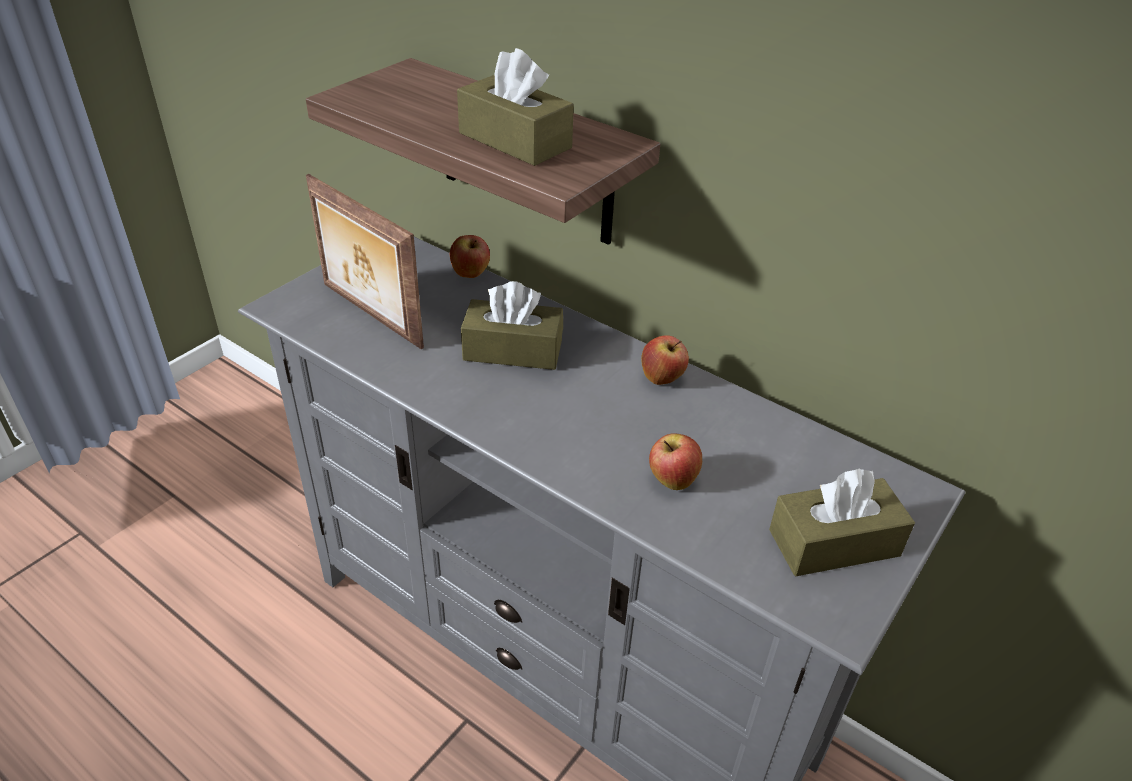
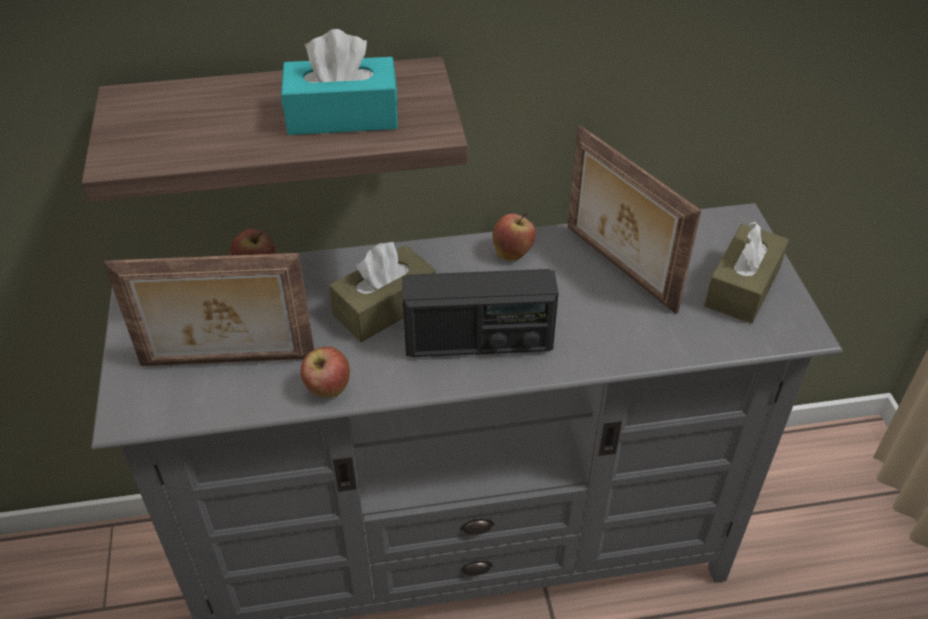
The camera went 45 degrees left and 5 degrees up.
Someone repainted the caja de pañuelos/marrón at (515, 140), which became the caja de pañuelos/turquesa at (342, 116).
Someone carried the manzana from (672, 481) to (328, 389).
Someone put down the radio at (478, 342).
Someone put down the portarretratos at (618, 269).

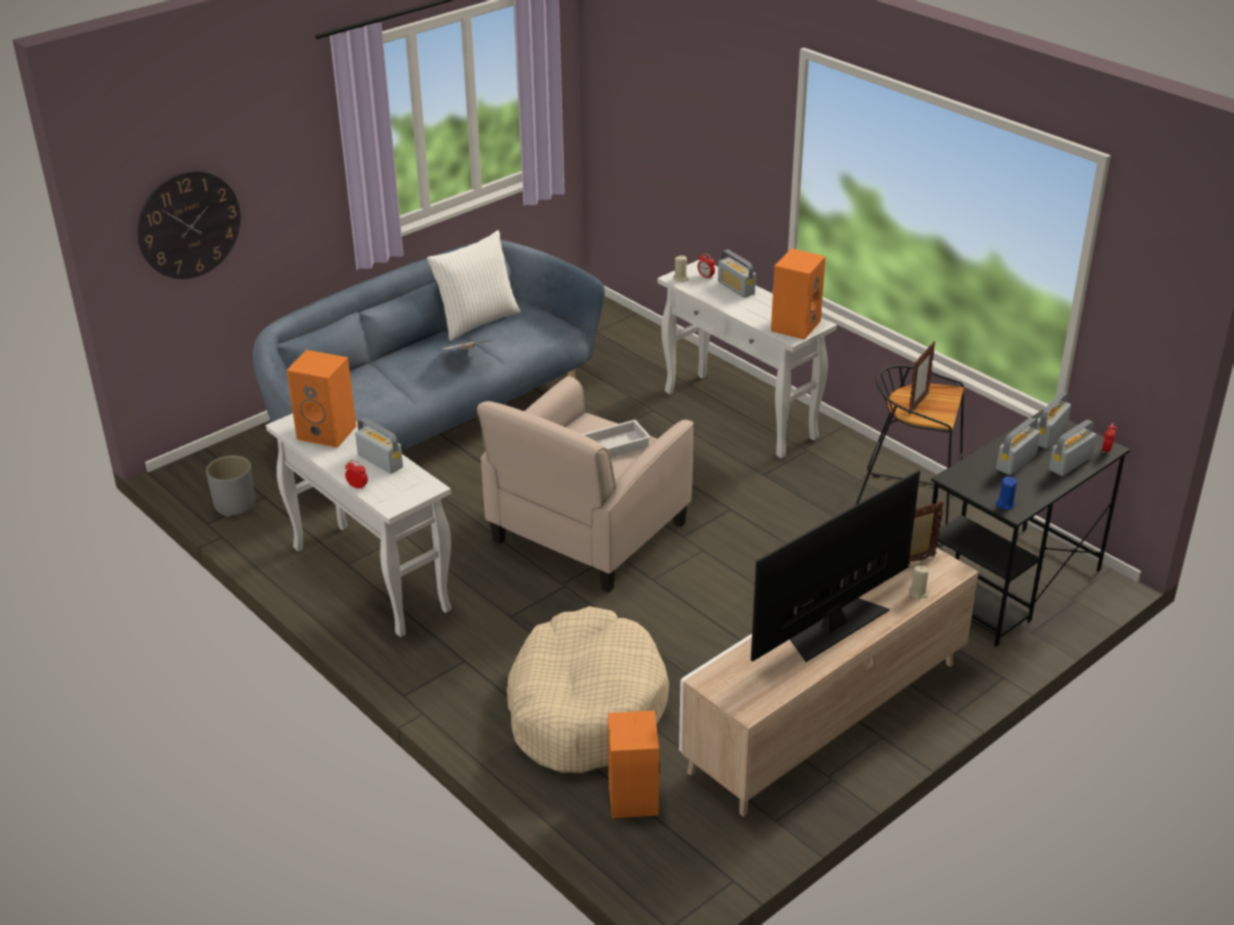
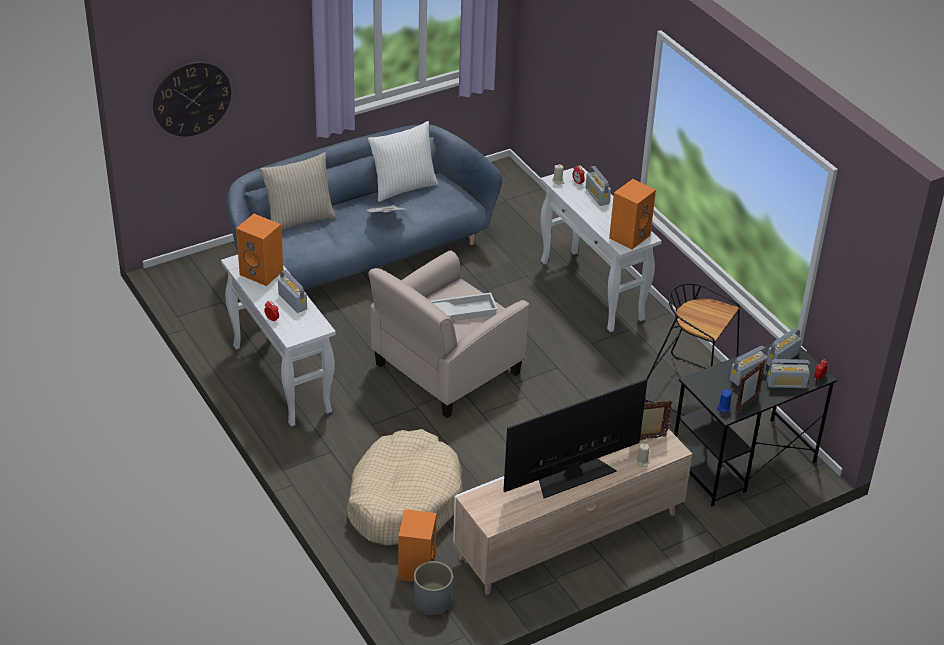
The camera went 10 degrees right and 5 degrees up.
Someone carried the maceta/gris from (235, 505) to (432, 602).
Someone carried the portarretratos from (918, 404) to (746, 405).
Someone rotated the radio at (1070, 463) by 150 degrees counterclockwise.
Someone put down the cojín/beis at (299, 219).

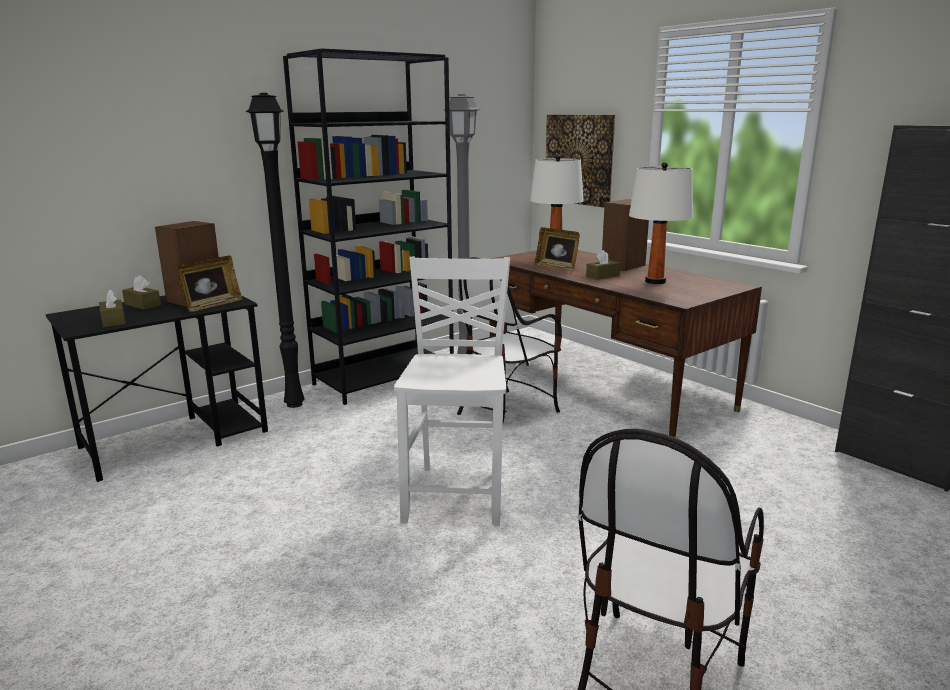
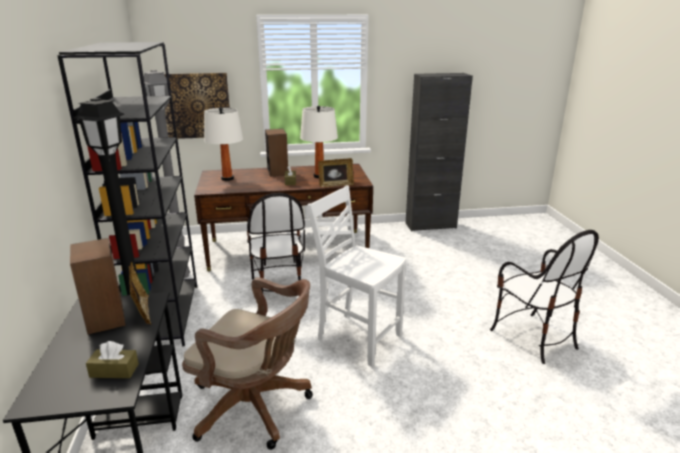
The camera went 60 degrees left and 5 degrees up.
Someone took away the caja de pañuelos/marrón at (142, 305).
Someone carried the portarretratos from (557, 267) to (336, 185).
Someone put down the silla de oficina/marrón at (256, 407).

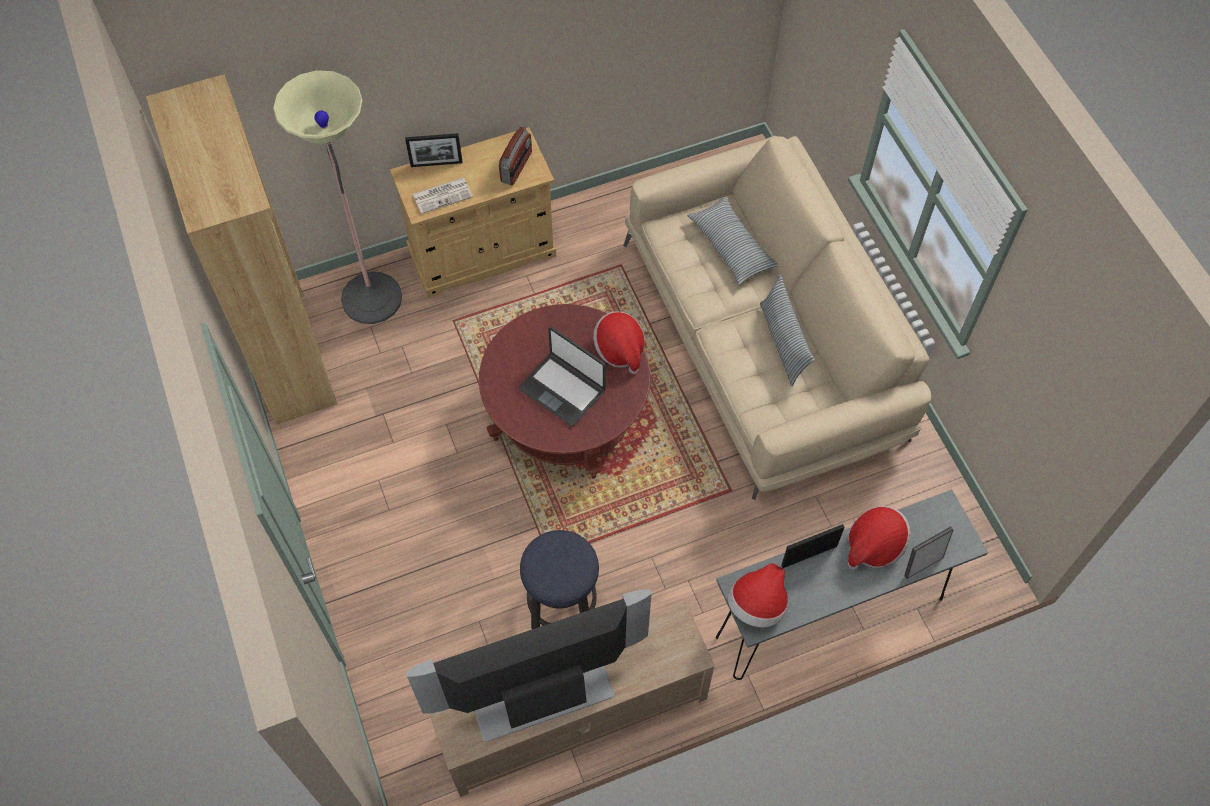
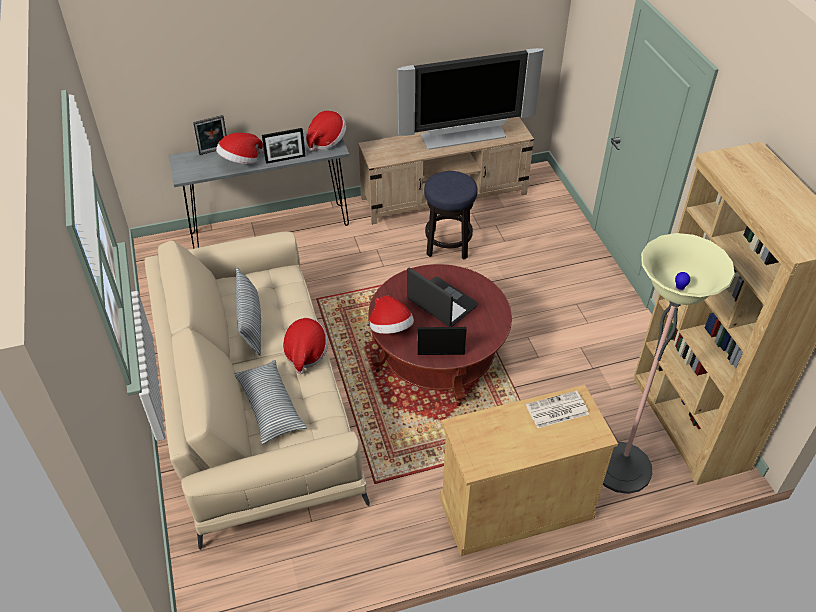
The camera went 175 degrees left and 15 degrees down.
Someone carried the portarretratos from (436, 164) to (441, 353).
Someone took away the radio at (517, 167).
Someone put down the sombrero at (305, 353).

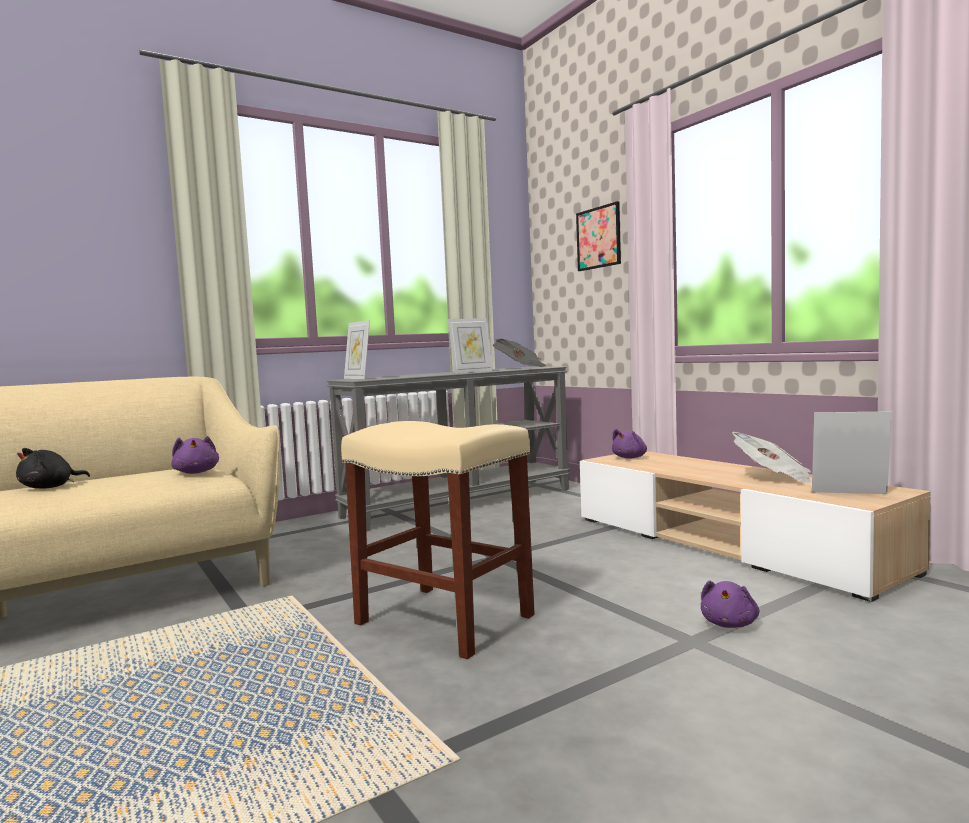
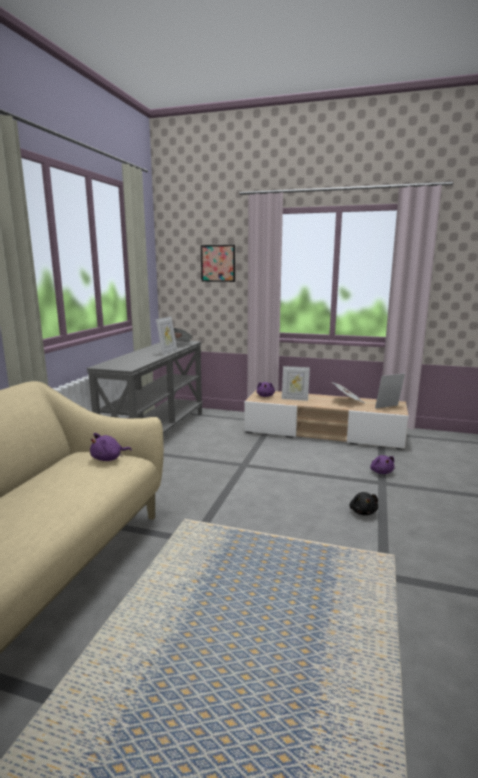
The camera went 40 degrees left and 10 degrees up.
Someone carried the peluche/negro from (50, 487) to (363, 511).
Someone rotated the peluche/morado at (196, 472) by 120 degrees clockwise.
Someone took away the taburete/beis at (447, 619).
Someone carried the portarretratos from (358, 378) to (295, 399).

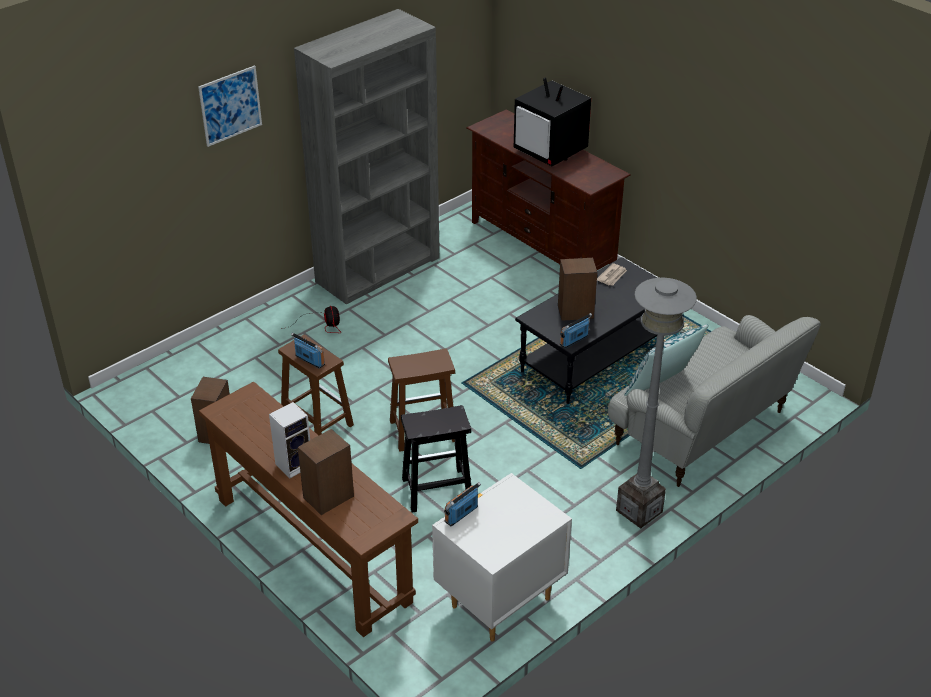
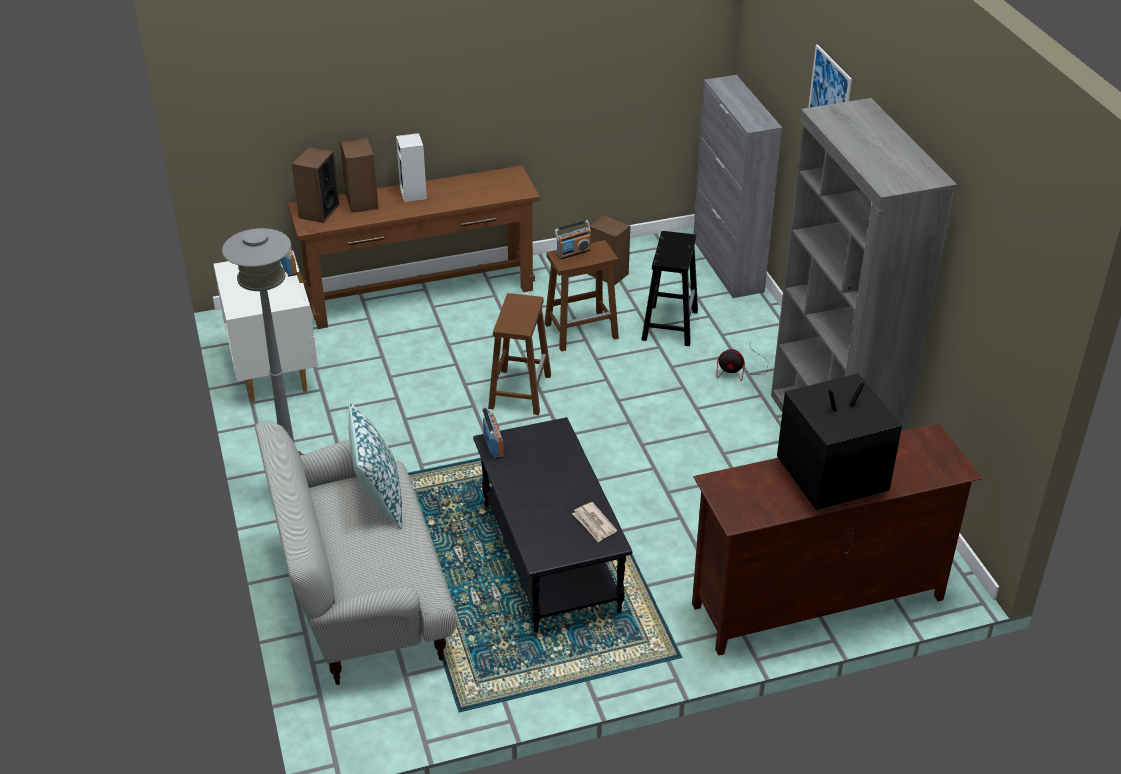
The camera went 115 degrees right and 0 degrees up.
Someone carried the taburete/negro from (435, 490) to (669, 324).
Someone carried the altavoz from (575, 312) to (318, 211).
Someone put down the armario/gris at (727, 266).

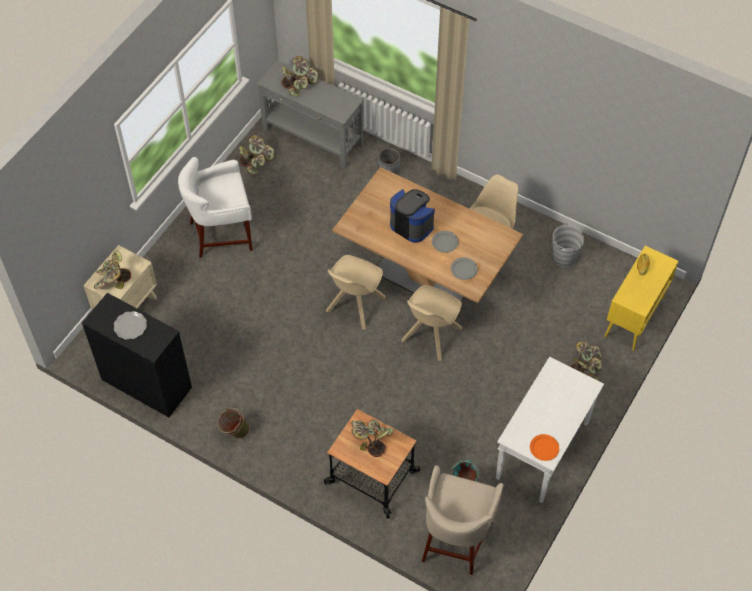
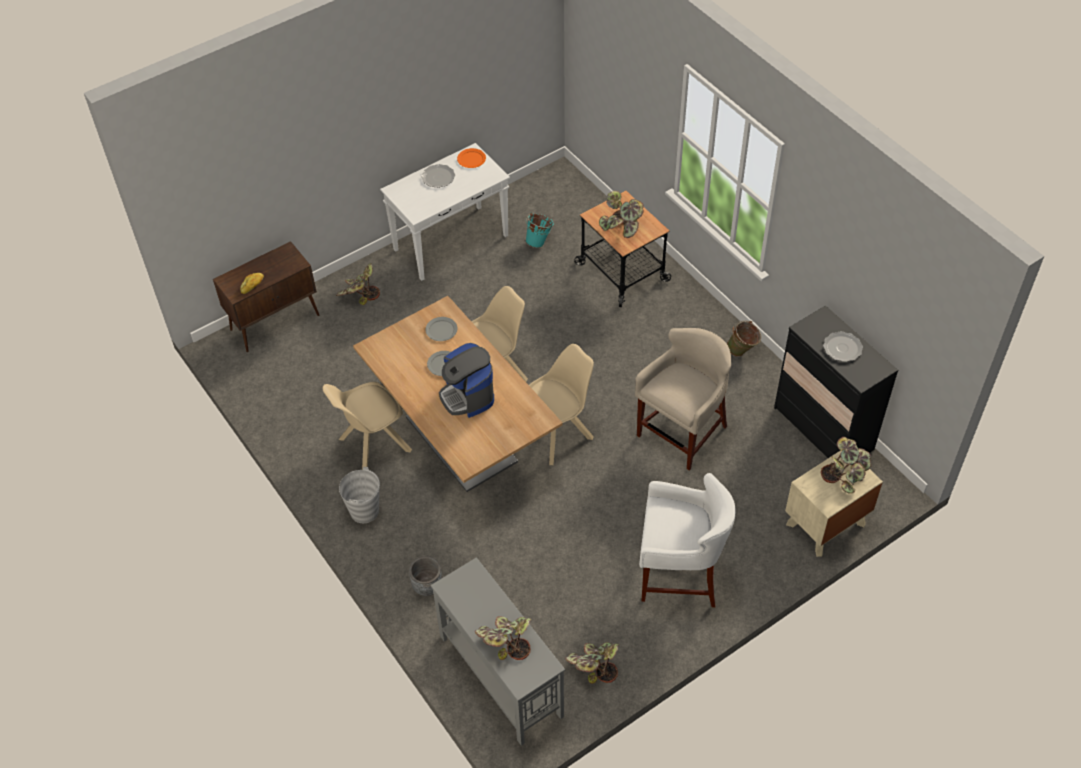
The camera went 155 degrees left and 5 degrees down.
Someone carried the taburete/beis from (456, 539) to (682, 433).
Someone carried the cubo/gris from (563, 258) to (365, 511).
Someone repainted the armario/amarillo at (634, 318), which became the armario/marrón at (275, 322).
Someone put down the plato at (438, 177).

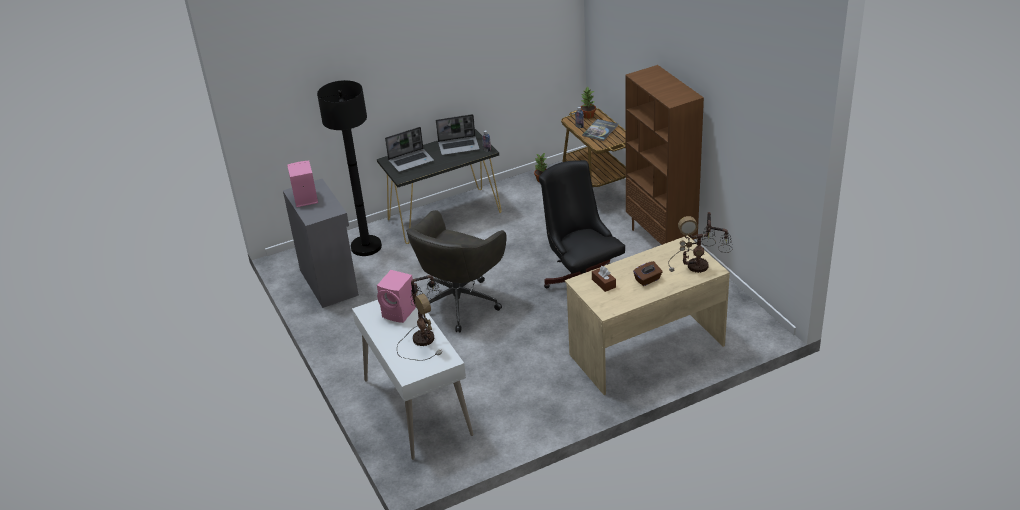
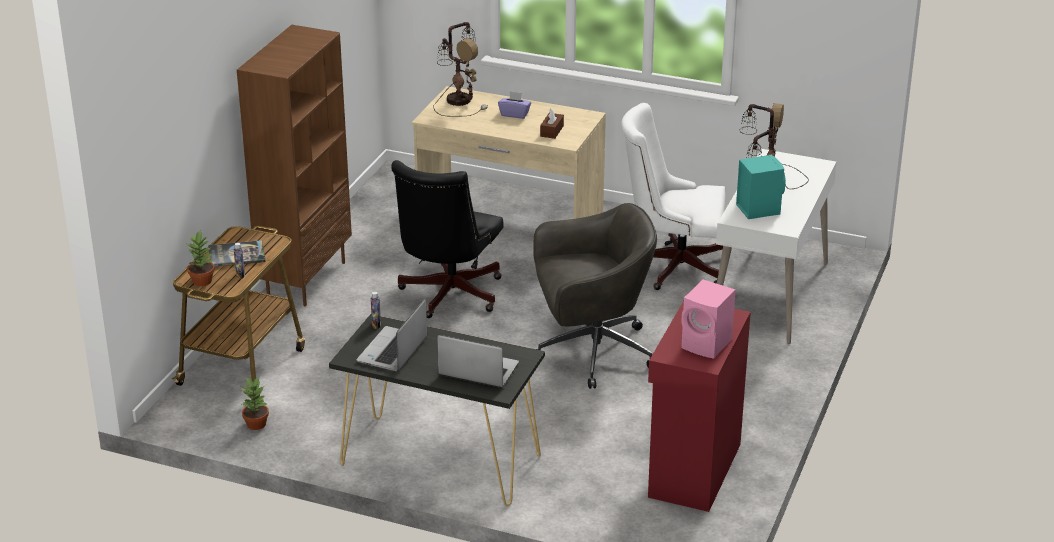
The camera went 135 degrees left and 5 degrees down.
Someone repainted the armario/gris at (330, 282), which became the armario/rojo at (692, 470).
Someone took away the lámpara de pie/negro at (366, 247).
Someone repainted the altavoz/rosa at (400, 312), which became the altavoz/turquesa at (758, 209).
Someone rotated the portátil at (459, 146) by 105 degrees counterclockwise.
Someone repainted the caja de pañuelos/marrón at (647, 280), which became the caja de pañuelos/morado at (514, 114).
Someone put down the silla de oficina/blanco at (673, 265).

